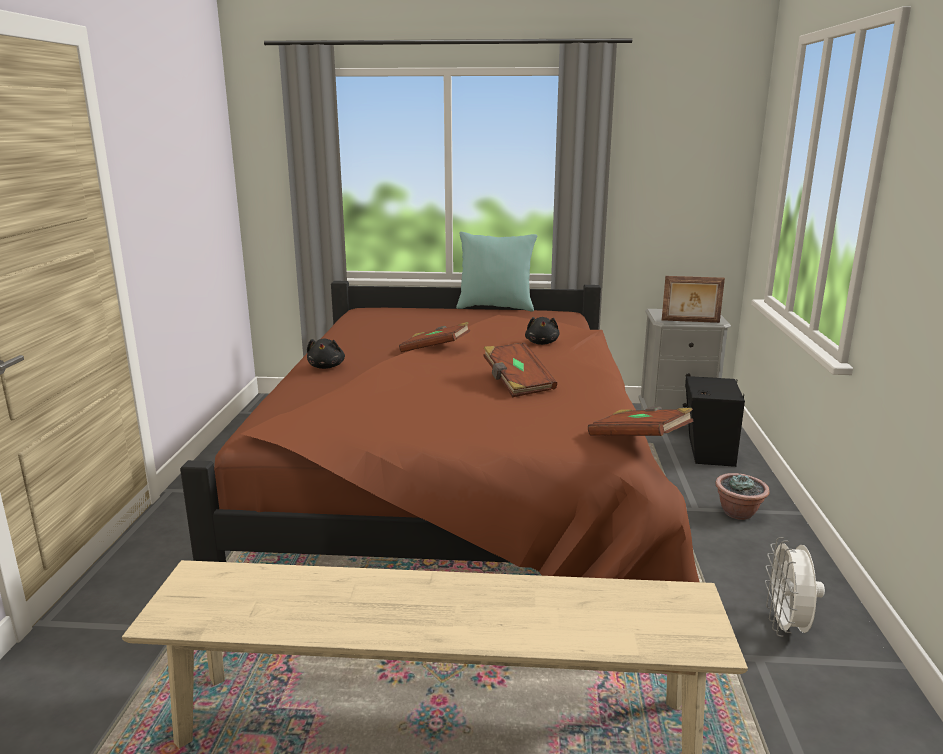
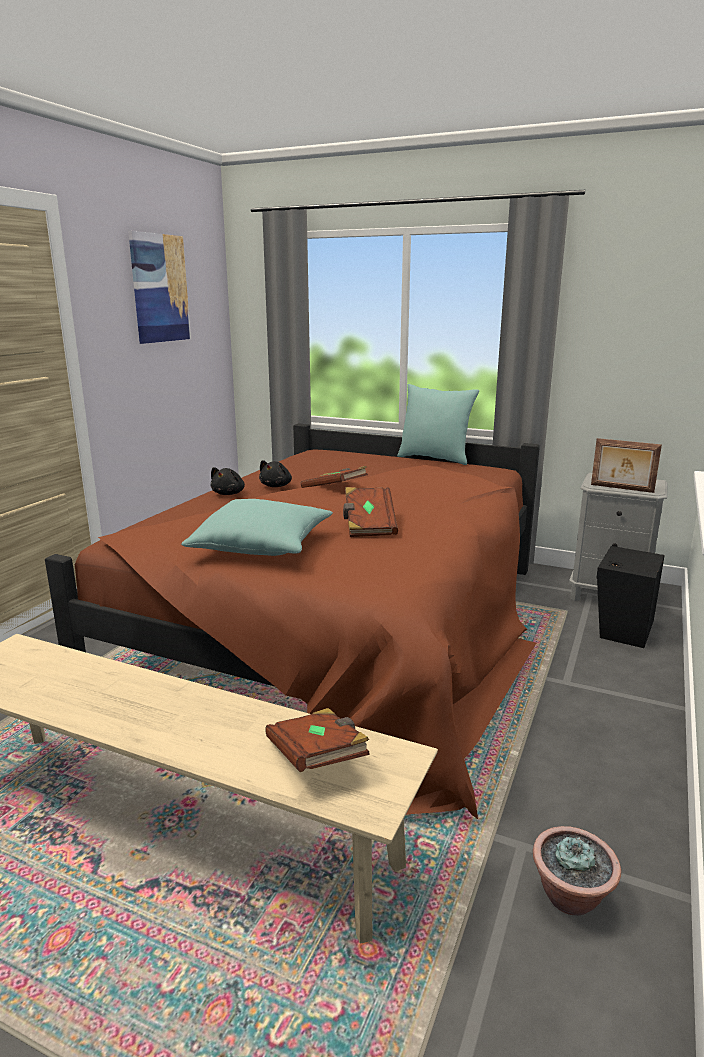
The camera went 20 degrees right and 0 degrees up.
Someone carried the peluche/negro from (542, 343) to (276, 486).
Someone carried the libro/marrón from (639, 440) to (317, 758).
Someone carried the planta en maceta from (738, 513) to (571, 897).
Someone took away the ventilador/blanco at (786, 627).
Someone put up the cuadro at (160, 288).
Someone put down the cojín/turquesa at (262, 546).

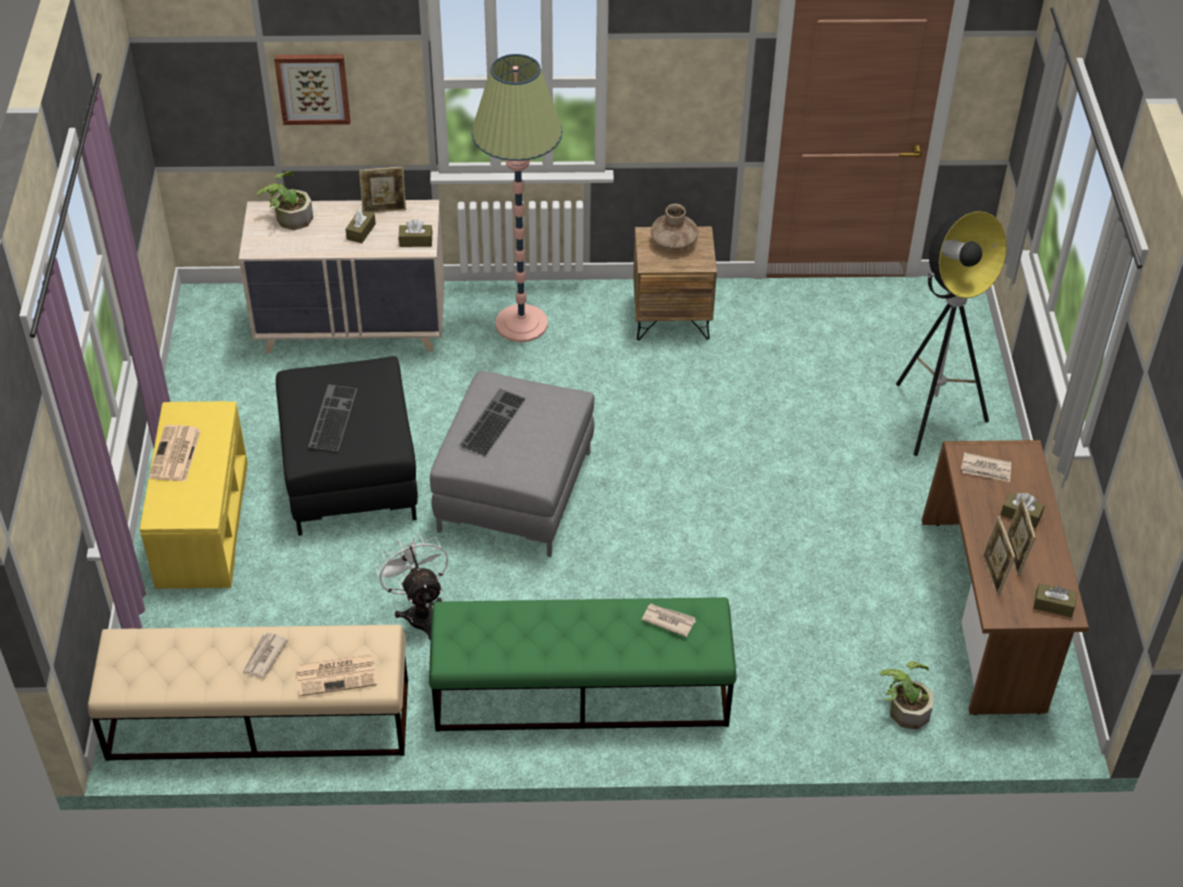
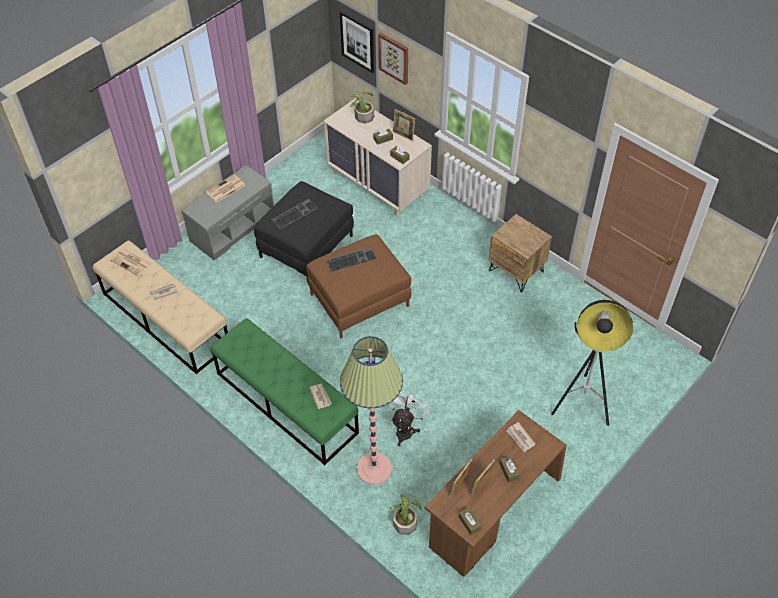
The camera went 45 degrees right and 5 degrees up.
Someone repainted the banco/amarillo at (201, 523), which became the banco/gris at (232, 227).
Someone carried the periódico from (337, 675) to (132, 263).
Someone carried the ventilador/blanco from (419, 611) to (406, 428).
Someone repainted the puf/gris at (515, 491), which became the puf/marrón at (359, 300).
Someone carried the lámpara de pie from (521, 324) to (374, 468).
Someone took away the florero/marrón at (674, 242).
Someone put up the cuadro at (357, 41).

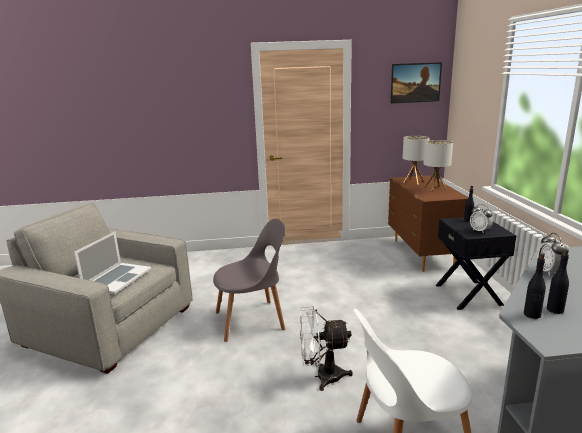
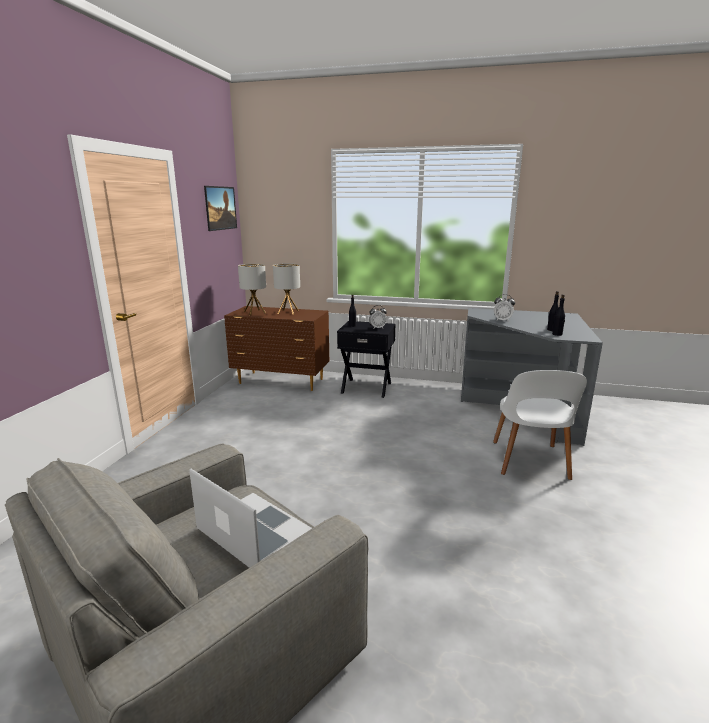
The camera went 70 degrees left and 0 degrees up.
Someone took away the silla/gris at (253, 320).
Someone took away the ventilador/blanco at (322, 376).

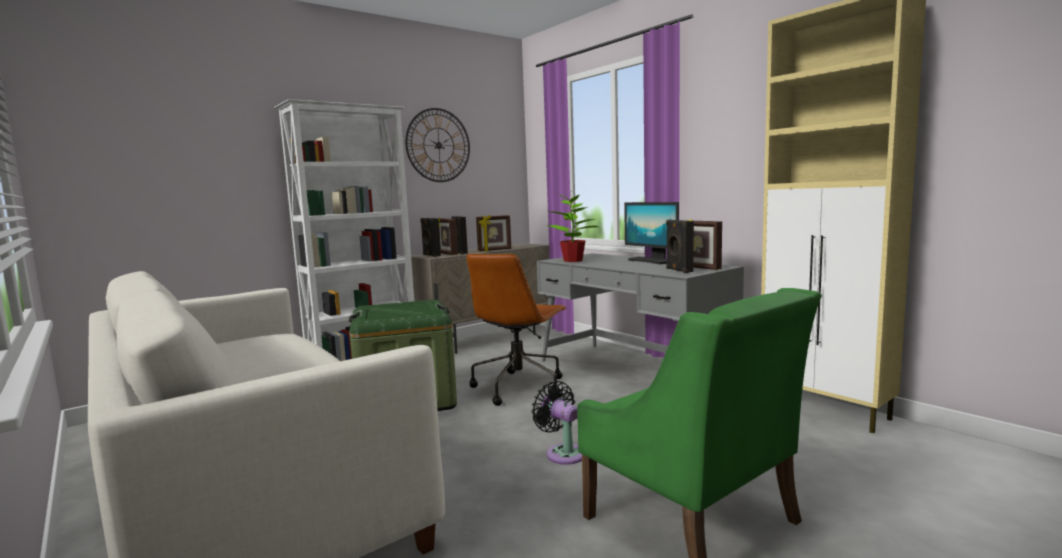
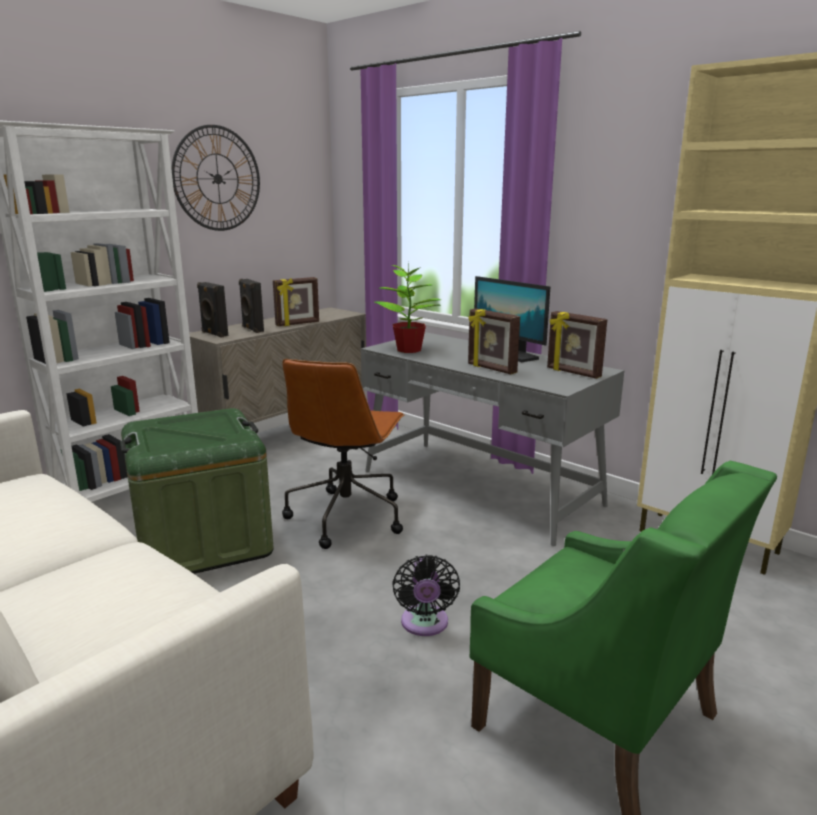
The camera went 10 degrees left and 10 degrees up.
Someone carried the portarretratos from (446, 254) to (491, 369).
Someone rotated the ventilador/negro at (563, 453) by 135 degrees counterclockwise.
Someone took away the altavoz/negro at (678, 270).

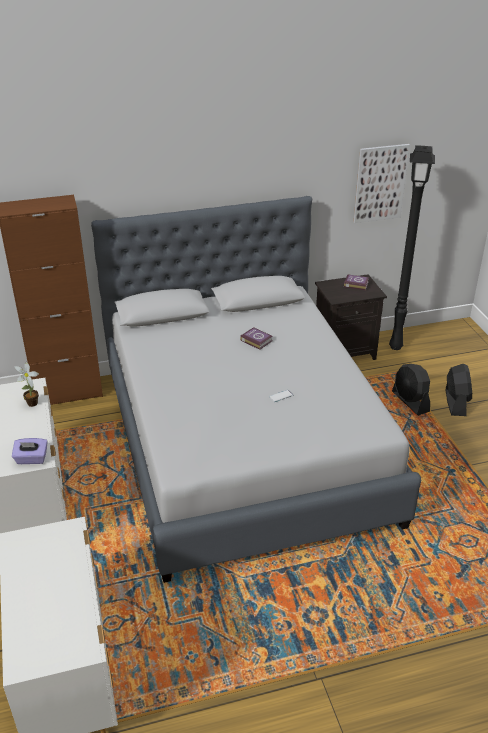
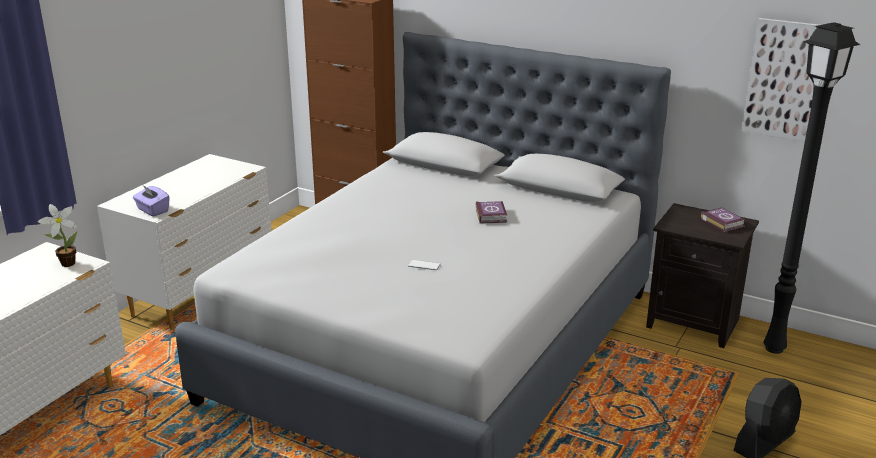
The camera went 45 degrees right and 10 degrees down.
Someone carried the planta en maceta from (31, 404) to (65, 264).
Someone took away the ventilador/negro at (410, 402).

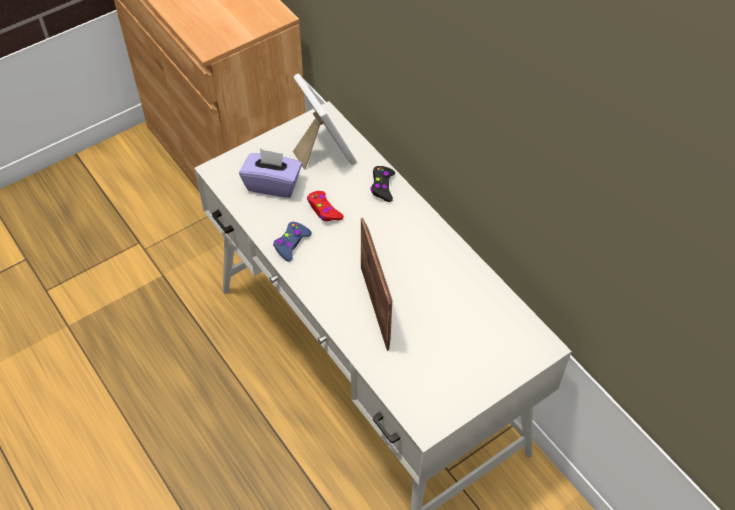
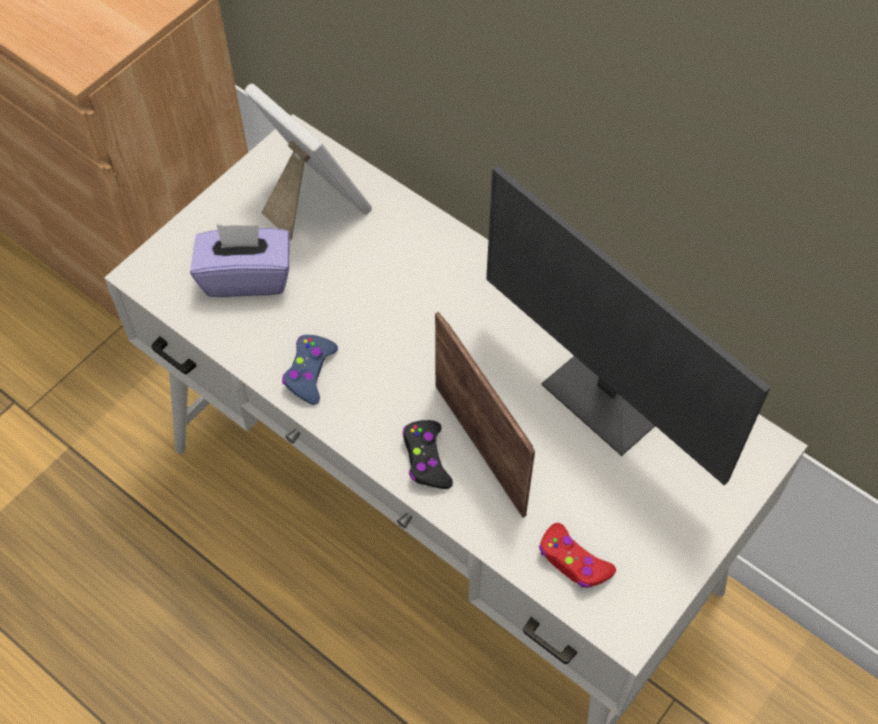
The camera went 15 degrees left and 5 degrees up.
Someone carried the mando de consola/rojo from (324, 210) to (573, 561).
Someone carried the mando de consola/negro from (382, 186) to (426, 459).
Someone put down the monitor at (609, 396).

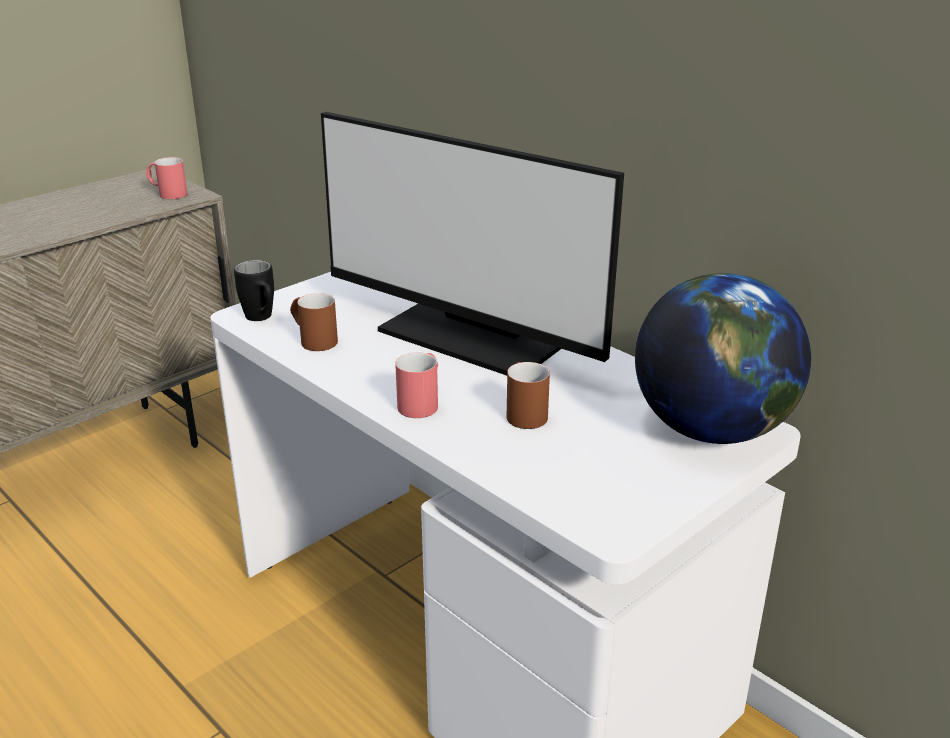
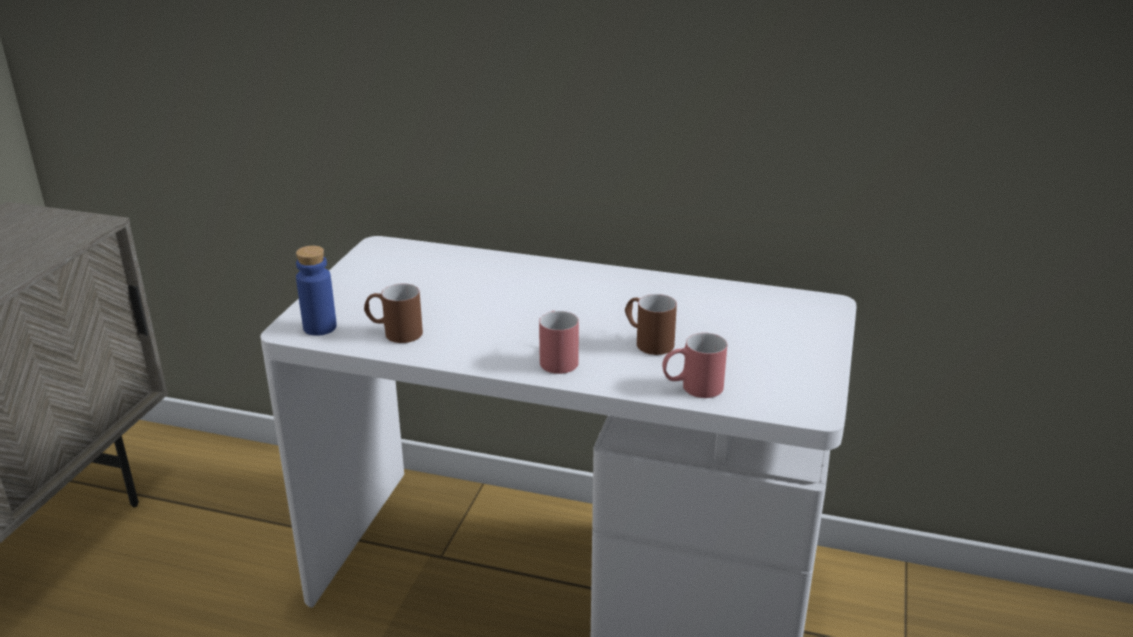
The camera went 30 degrees left and 0 degrees up.
Someone carried the taza grande/rojo from (167, 194) to (692, 388).
Someone swapped the taza grande/negro at (262, 319) for the botella/azul at (320, 327).
Someone took away the monitor at (473, 336).
Someone took away the globo terráqueo at (712, 429).

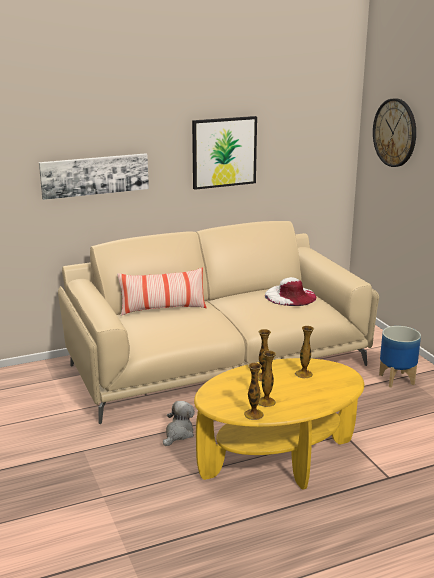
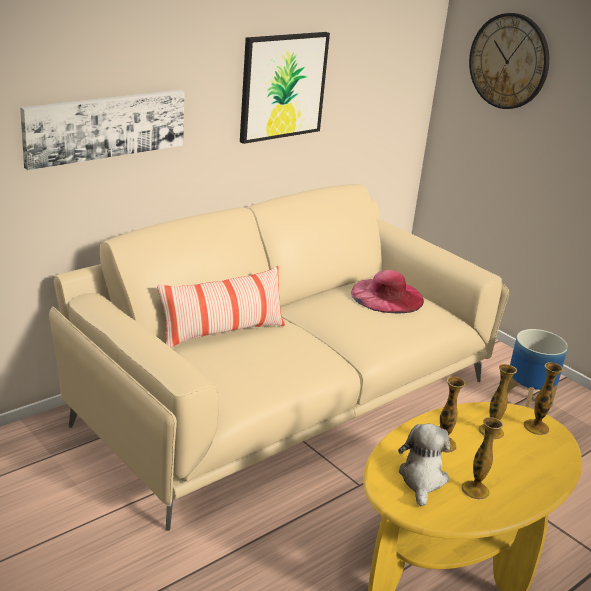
The camera went 20 degrees left and 5 degrees up.
Someone carried the peluche from (178, 434) to (422, 479).
Someone carried the florero from (253, 414) to (536, 427).
Someone repainted the sombrero/blanco at (290, 295), which became the sombrero/rosa at (387, 296).

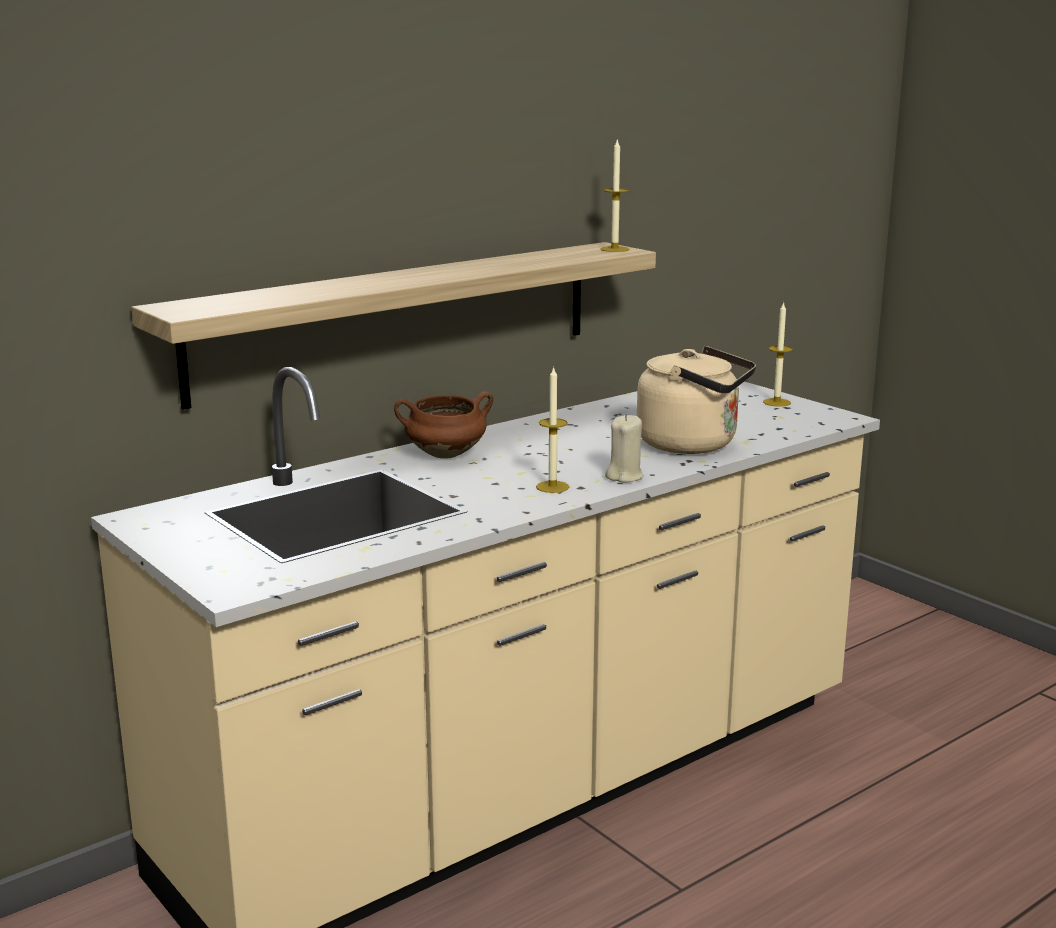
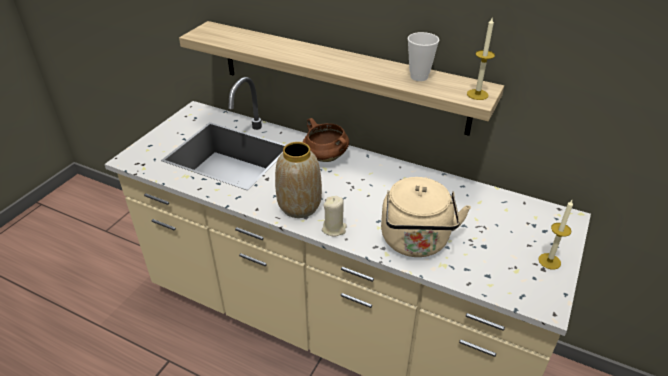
The camera went 65 degrees right and 20 degrees up.
Someone swapped the vela at (552, 487) for the florero at (299, 207).
Someone put down the taza at (419, 77).

